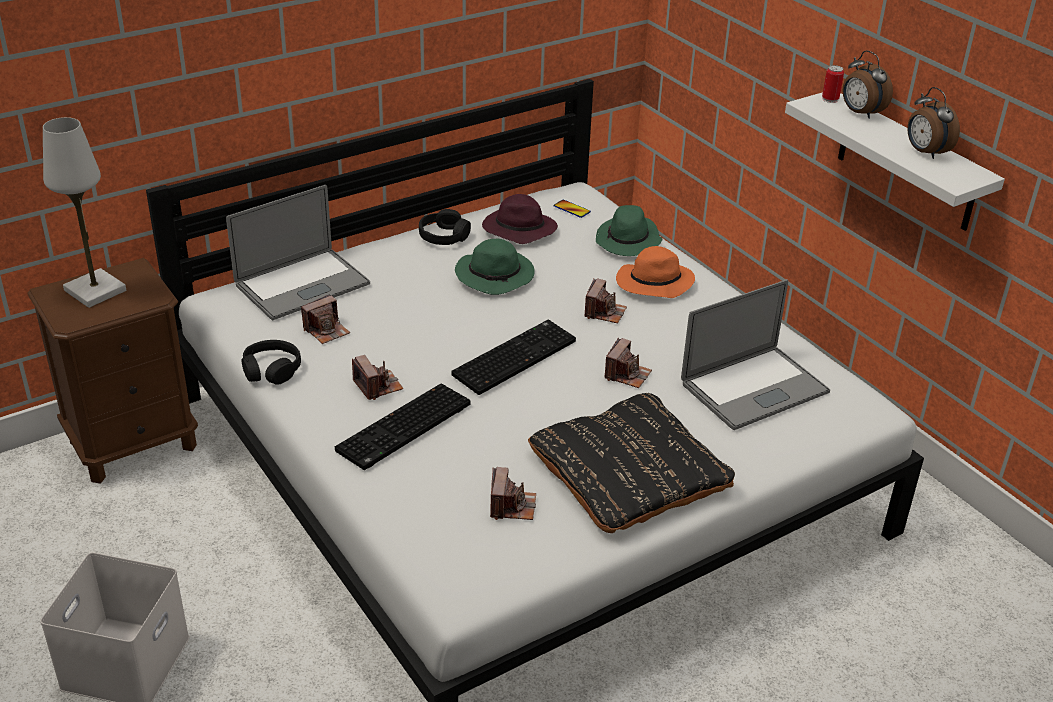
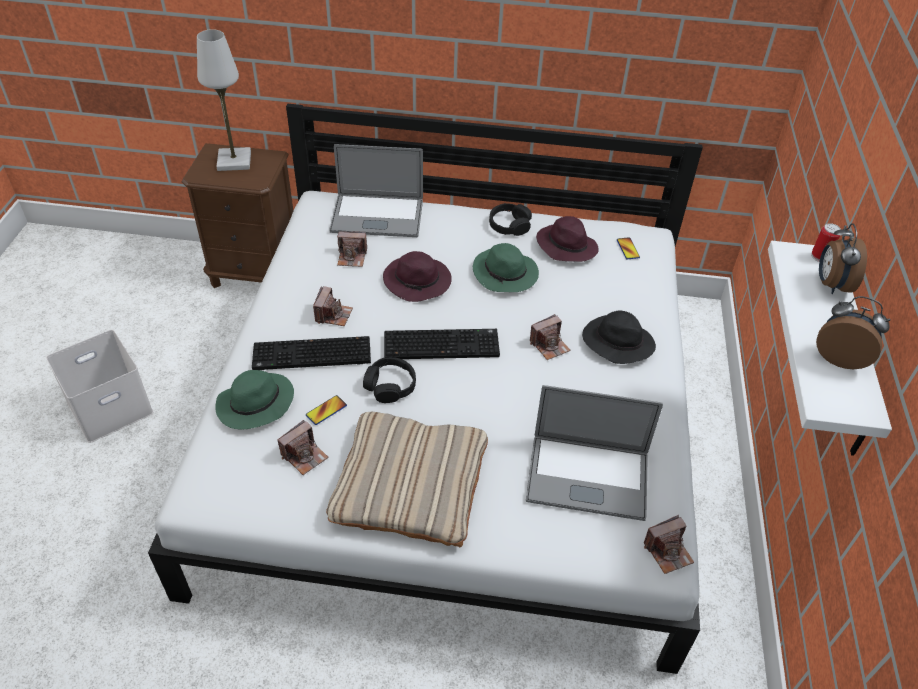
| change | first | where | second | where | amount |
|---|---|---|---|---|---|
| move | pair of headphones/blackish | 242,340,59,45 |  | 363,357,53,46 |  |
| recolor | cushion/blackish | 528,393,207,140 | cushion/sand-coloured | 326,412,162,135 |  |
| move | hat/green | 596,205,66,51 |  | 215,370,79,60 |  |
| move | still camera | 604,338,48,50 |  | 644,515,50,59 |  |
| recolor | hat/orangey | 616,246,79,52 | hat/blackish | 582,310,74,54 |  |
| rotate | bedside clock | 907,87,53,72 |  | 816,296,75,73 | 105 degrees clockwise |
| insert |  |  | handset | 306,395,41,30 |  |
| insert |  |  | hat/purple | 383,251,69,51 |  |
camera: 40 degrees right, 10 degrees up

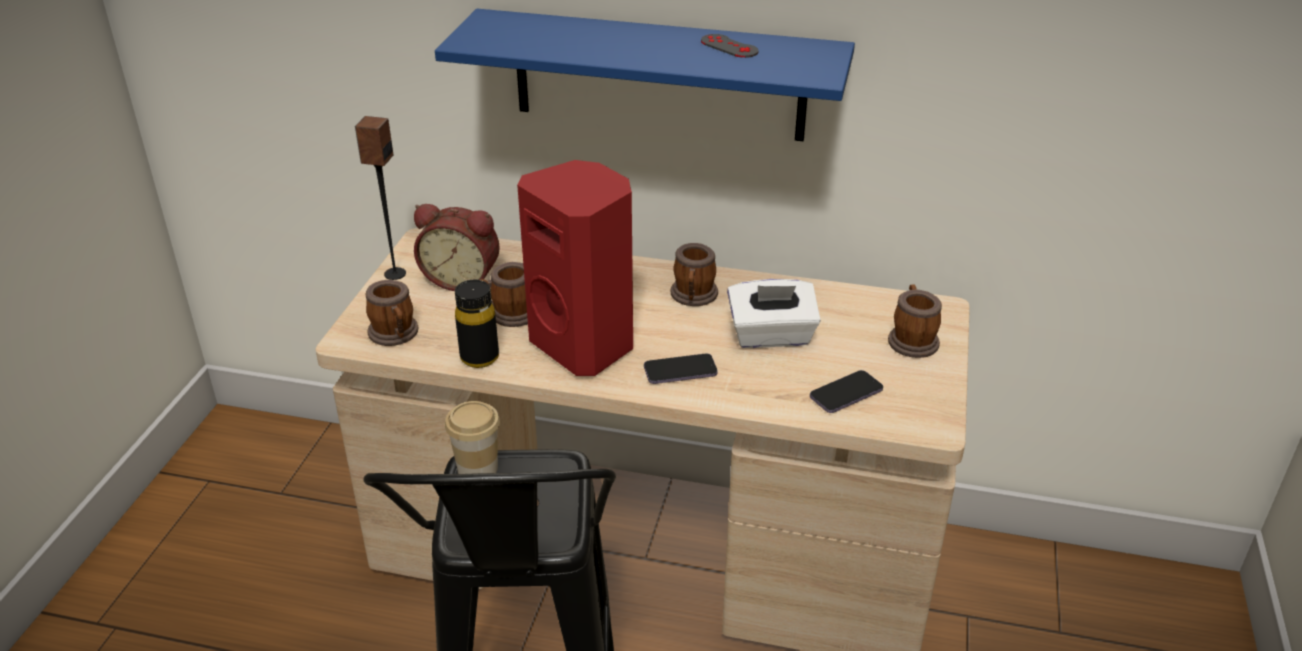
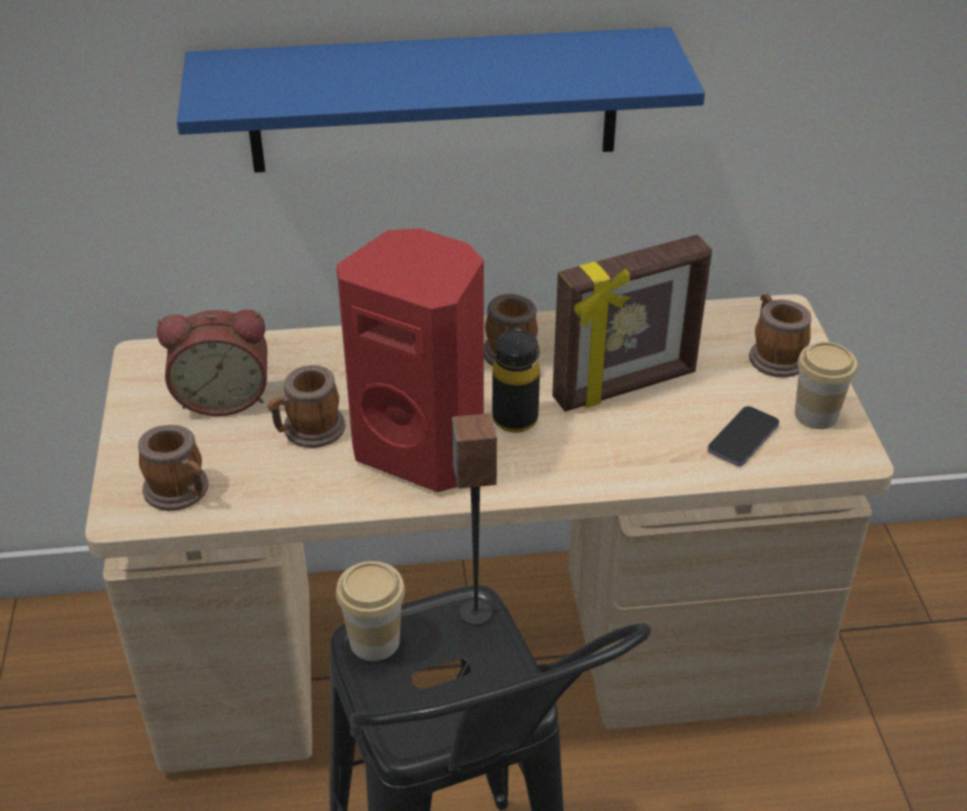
| change | first | where | second | where | amount |
|---|---|---|---|---|---|
| move | audio speaker | 355,116,51,164 |  | 452,413,45,212 |  |
| move | drink bottle/blackish | 455,280,44,88 |  | 492,330,48,103 |  |
| delete | handset | 644,354,74,30 |  |  |  |
| delete | gamepad/gray | 701,34,58,24 |  |  |  |
| replace | tissue box/white-coloured | 727,279,94,69 | standing frame | 552,235,160,177 |  |
| insert |  |  | cup | 795,342,62,87 |  |
camera: 20 degrees left, 5 degrees up

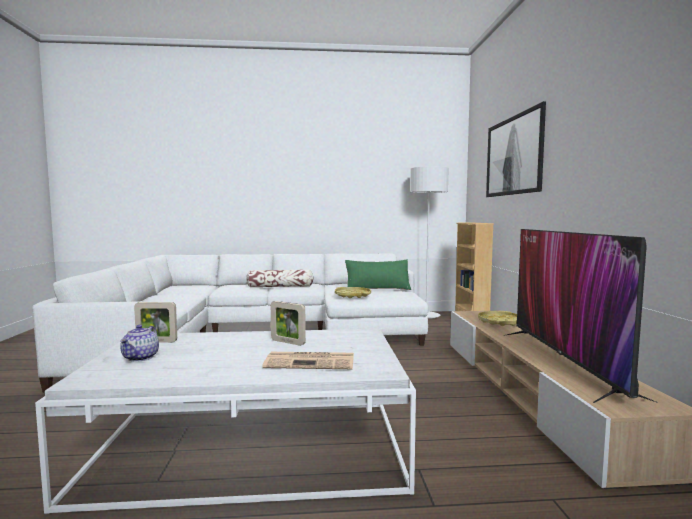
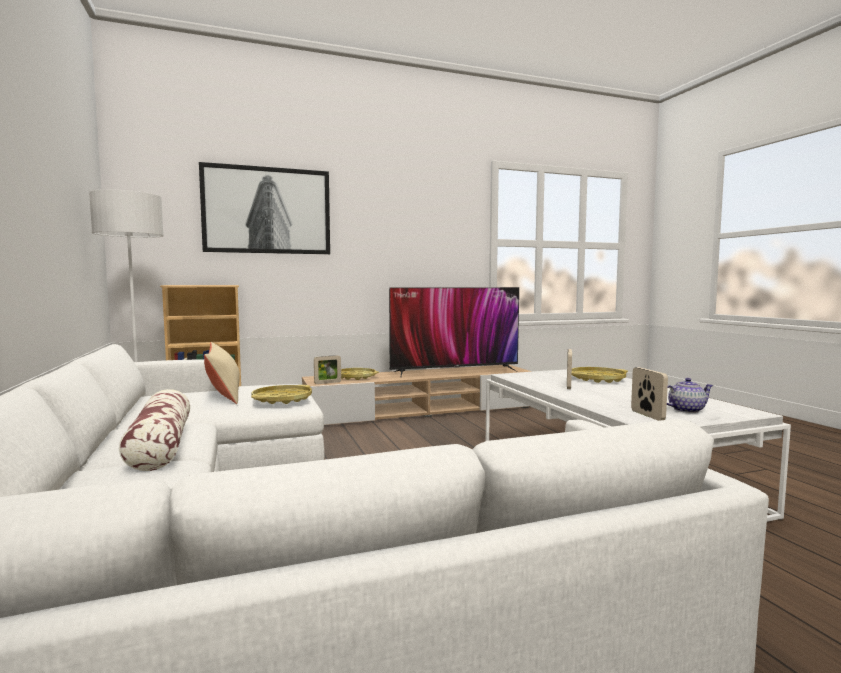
| change | first | where | second | where | amount |
|---|---|---|---|---|---|
| replace | newspaper | 263,352,91,17 | serving tray/yellow-coloured | 572,367,56,16 |  |
| recolor | cushion/green | 345,259,66,31 | cushion/sand-coloured | 204,342,36,62 |  |
| insert |  |  | standing frame | 314,355,27,29 |  |
camera: 105 degrees left, 0 degrees up

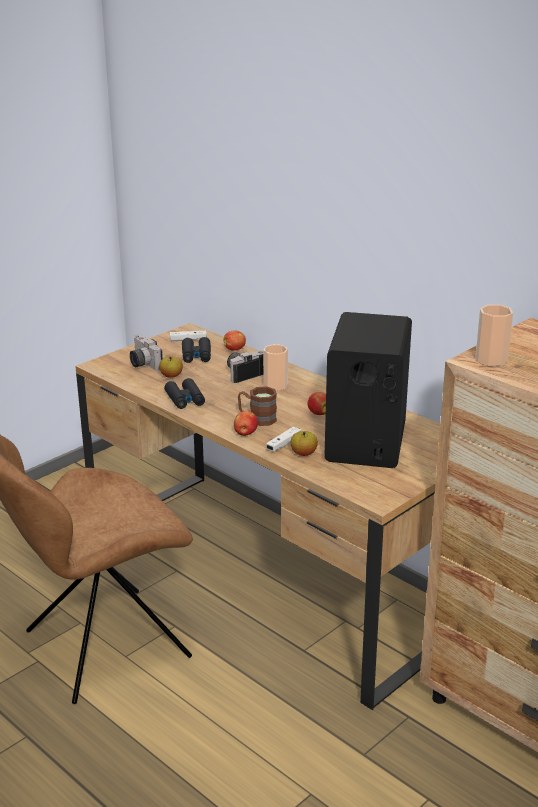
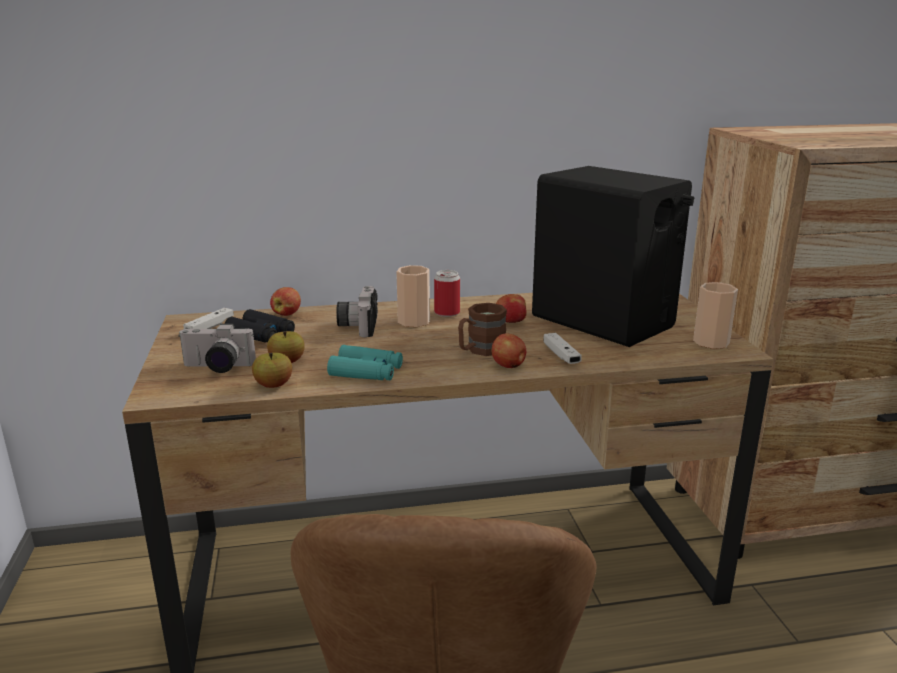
| change | first | where | second | where | amount |
|---|---|---|---|---|---|
| recolor | binoculars/blackish | 164,378,41,31 | binoculars/turquoise-coloured | 327,345,76,35 |  |
| move | whole apple | 291,431,27,25 |  | 252,353,40,35 |  |
| move | cup | 476,305,37,61 |  | 693,282,45,67 |  |
| insert |  |  | sealed can | 434,270,26,47 |  |
camera: 55 degrees left, 5 degrees down

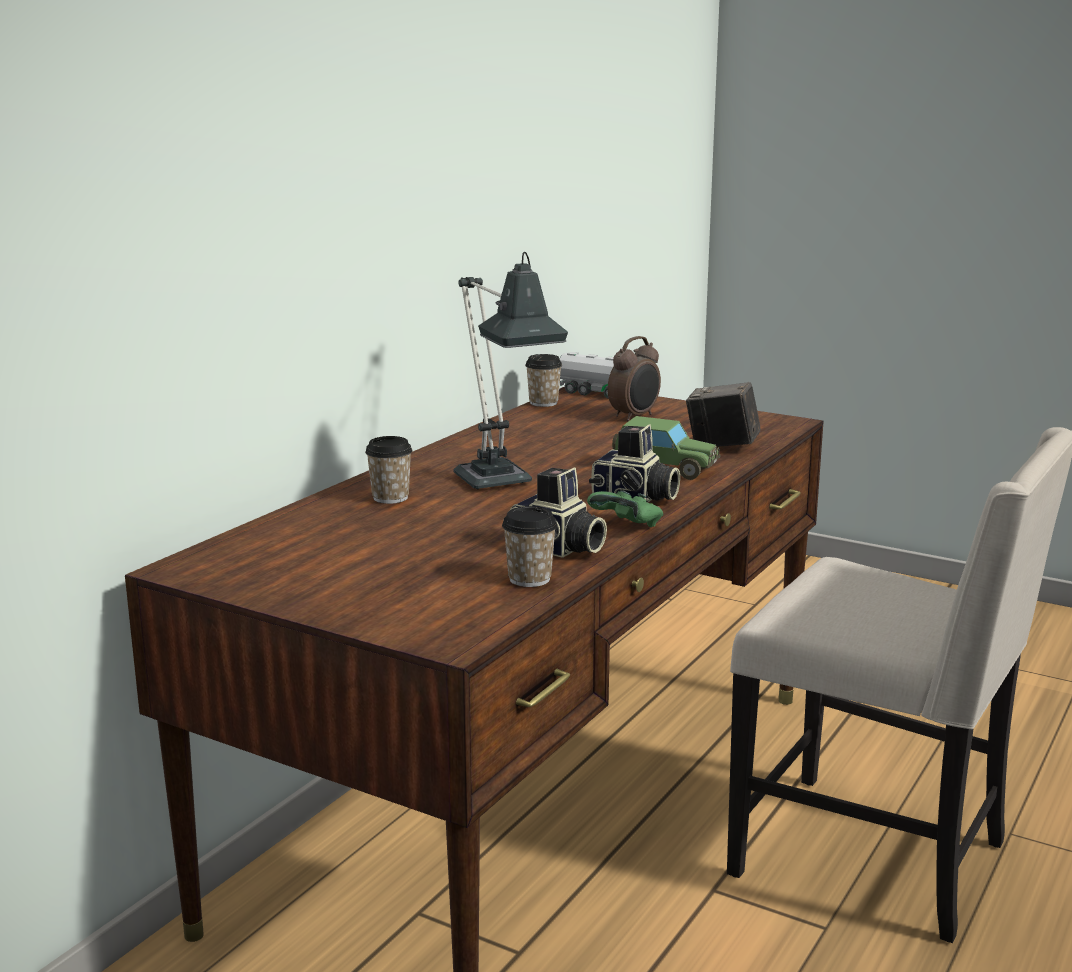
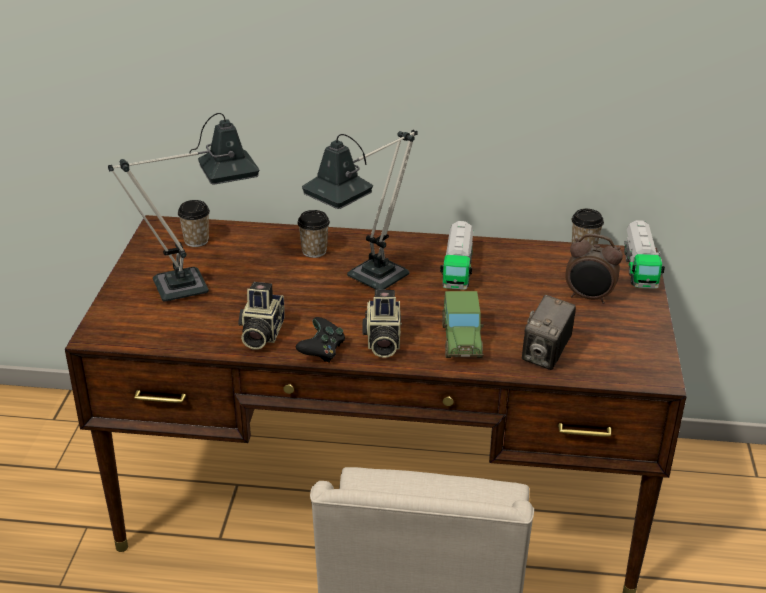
| change | first | where | second | where | amount |
|---|---|---|---|---|---|
| move | cup | 502,506,55,81 |  | 178,200,32,47 |  |
| recolor | gamepad/green | 587,490,76,37 | gamepad/blackish | 296,317,49,46 |  |
| rotate | still camera | 686,382,74,65 |  | 522,295,54,75 | 150 degrees counterclockwise |
| insert |  |  | lamp for a table | 108,113,151,189 |  |
| insert |  |  | model truck | 440,221,33,69 |  |
camera: 65 degrees right, 15 degrees up

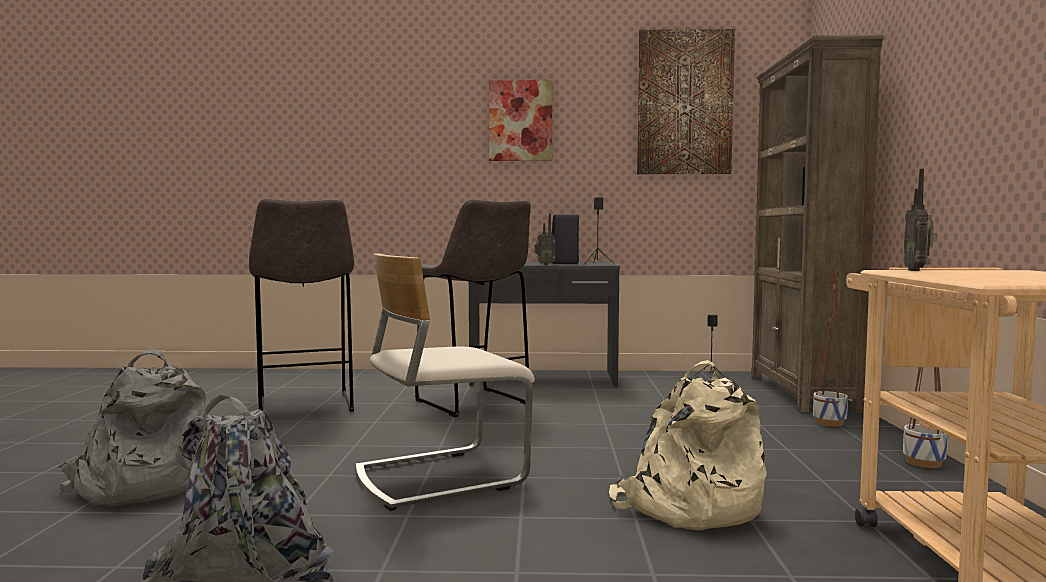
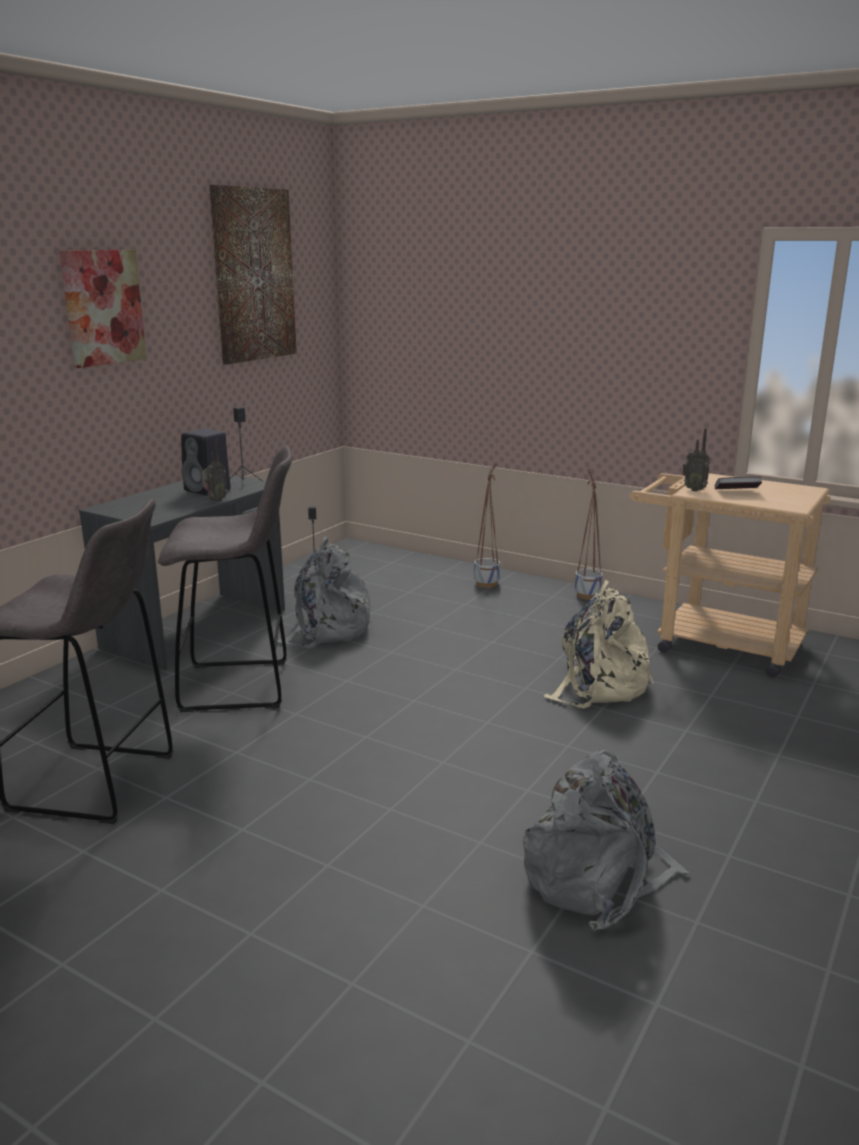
| change | first | where | second | where | amount |
|---|---|---|---|---|---|
| move | knapsack/gray | 58,350,148,157 |  | 277,536,94,112 |  |
| delete | chair/sand-coloured | 356,253,179,258 |  |  |  |
| delete | bookshelf/brown-coloured | 751,35,133,378 |  |  |  |
| insert |  |  | volume | 715,477,47,12 |  |
camera: 60 degrees left, 15 degrees up

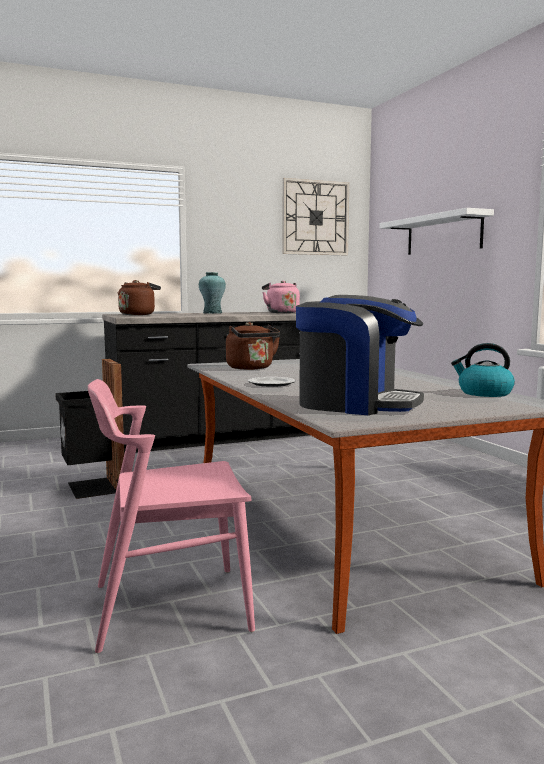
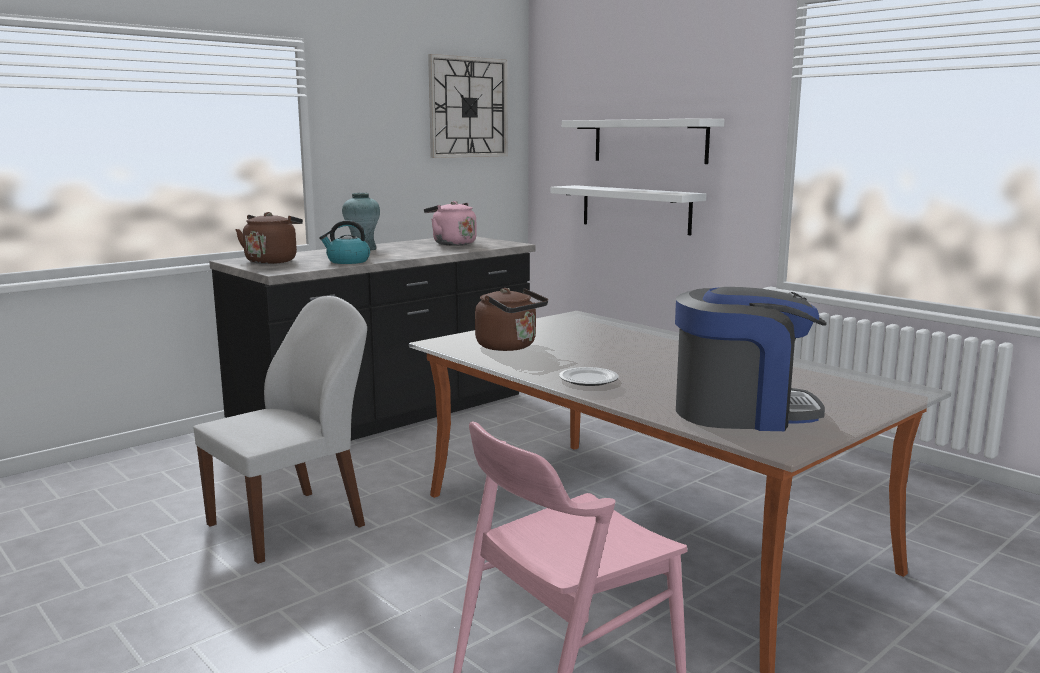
| change | first | where | second | where | amount |
|---|---|---|---|---|---|
| replace | rubbish bin/blackish | 55,359,69,140 | chair/white-coloured | 194,296,173,268 |  |
| move | kettle | 451,343,64,54 |  | 319,220,51,44 |  |
| insert |  |  | shelf/white-coloured | 551,185,155,50 |  |
camera: 20 degrees left, 5 degrees up

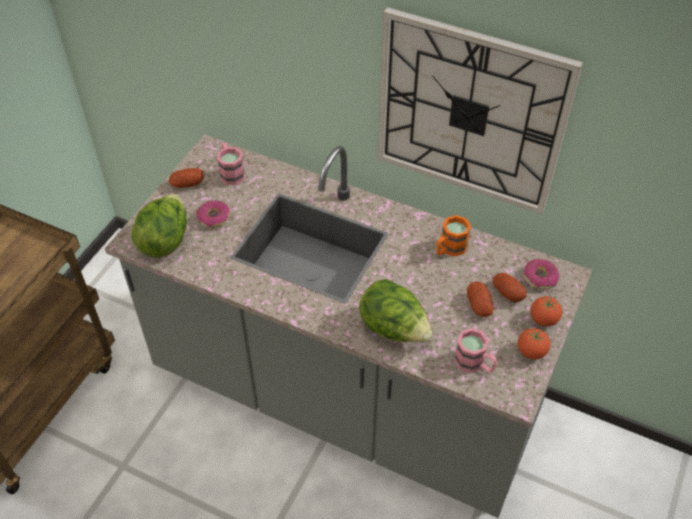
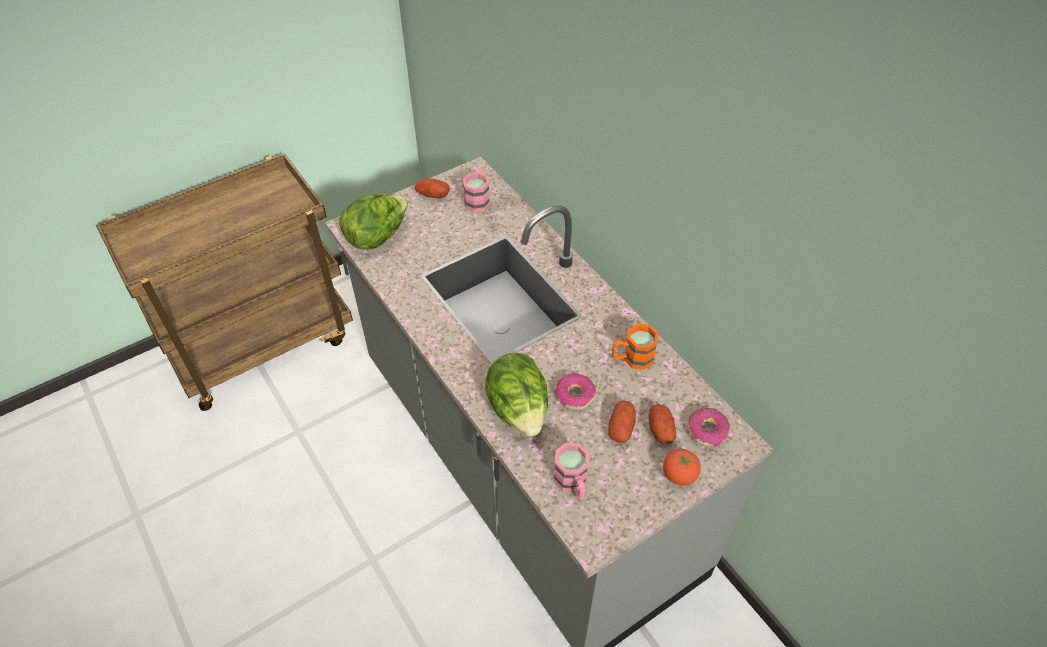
| change | first | where | second | where | amount |
|---|---|---|---|---|---|
| move | donut | 196,200,34,28 |  | 555,374,41,36 |  |
| delete | hanging clock | 378,7,205,207 |  |  |  |
| delete | fresh tomato | 518,328,32,31 |  |  |  |
camera: 30 degrees right, 0 degrees up

